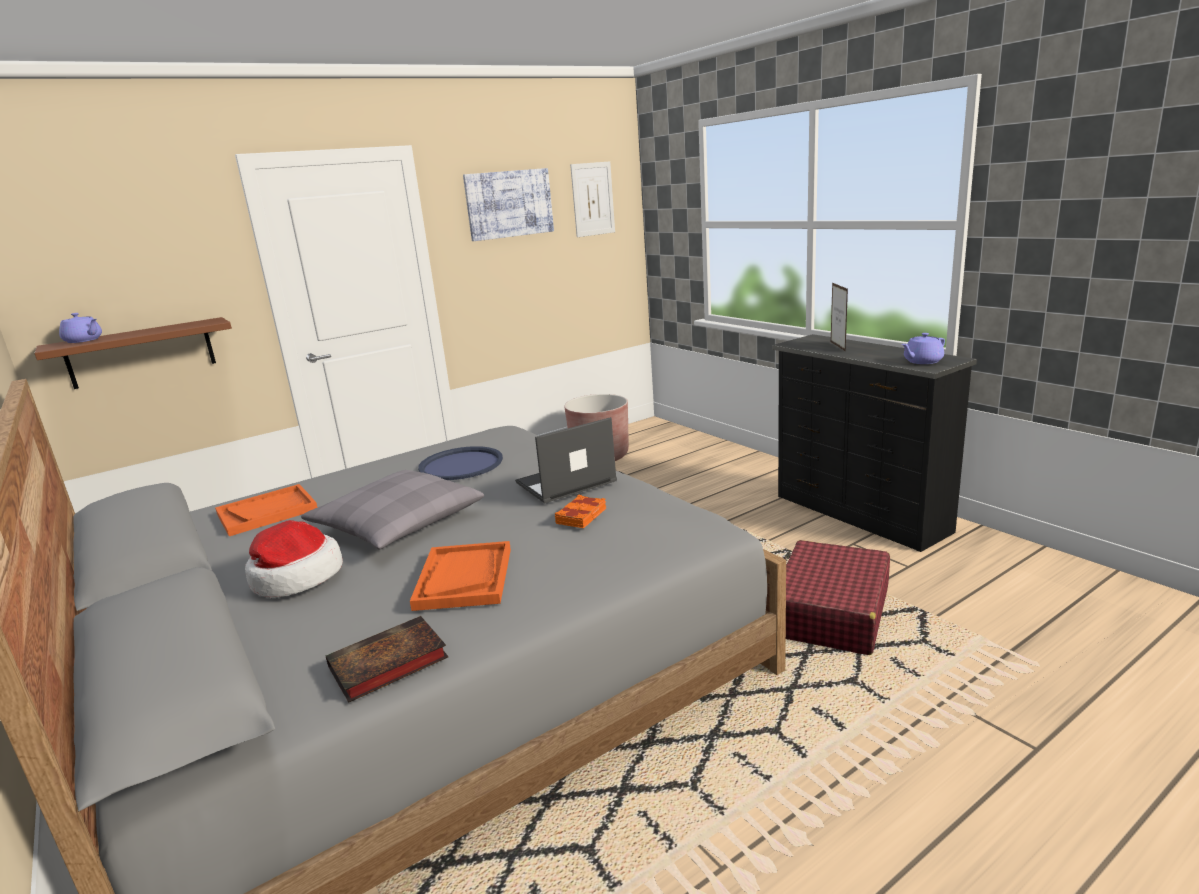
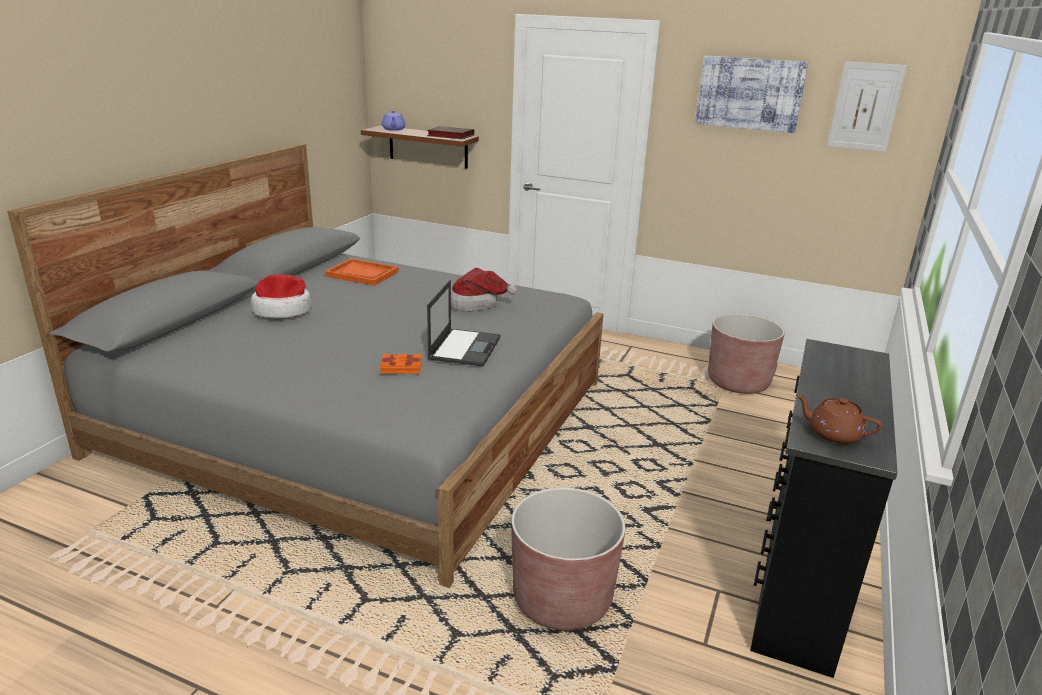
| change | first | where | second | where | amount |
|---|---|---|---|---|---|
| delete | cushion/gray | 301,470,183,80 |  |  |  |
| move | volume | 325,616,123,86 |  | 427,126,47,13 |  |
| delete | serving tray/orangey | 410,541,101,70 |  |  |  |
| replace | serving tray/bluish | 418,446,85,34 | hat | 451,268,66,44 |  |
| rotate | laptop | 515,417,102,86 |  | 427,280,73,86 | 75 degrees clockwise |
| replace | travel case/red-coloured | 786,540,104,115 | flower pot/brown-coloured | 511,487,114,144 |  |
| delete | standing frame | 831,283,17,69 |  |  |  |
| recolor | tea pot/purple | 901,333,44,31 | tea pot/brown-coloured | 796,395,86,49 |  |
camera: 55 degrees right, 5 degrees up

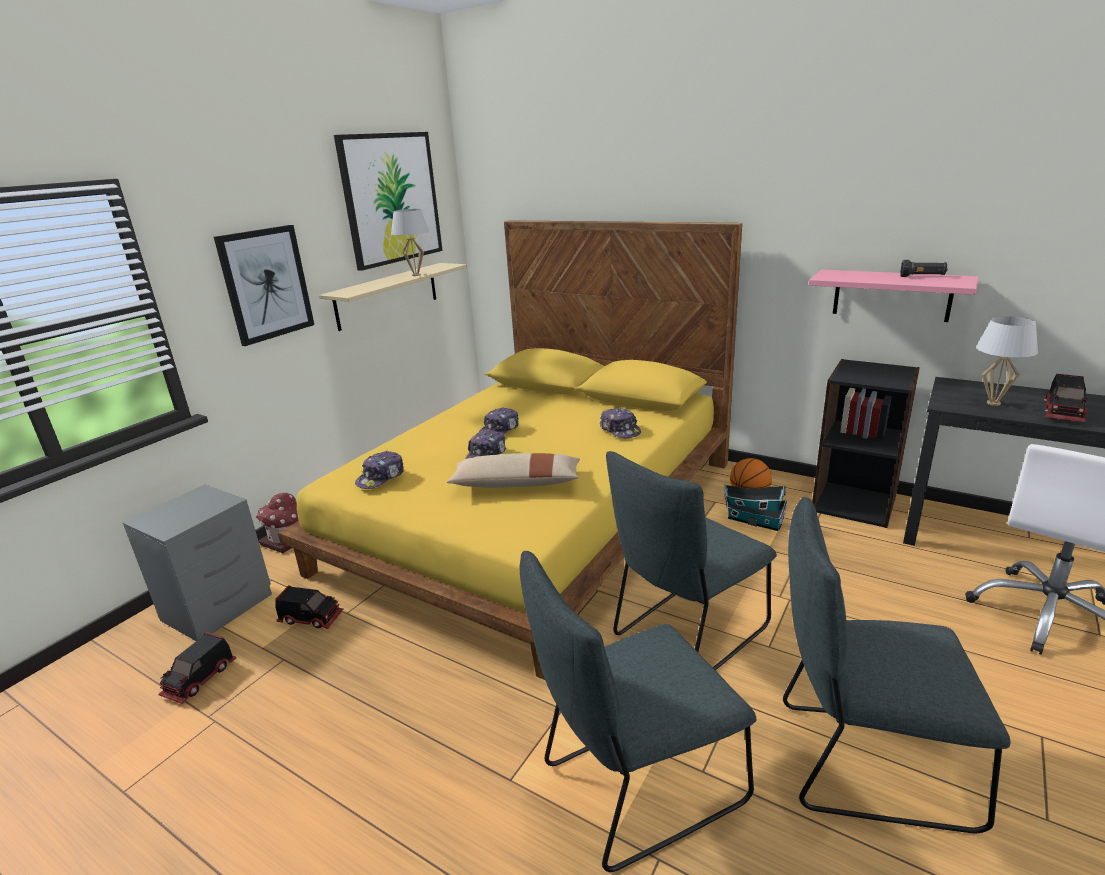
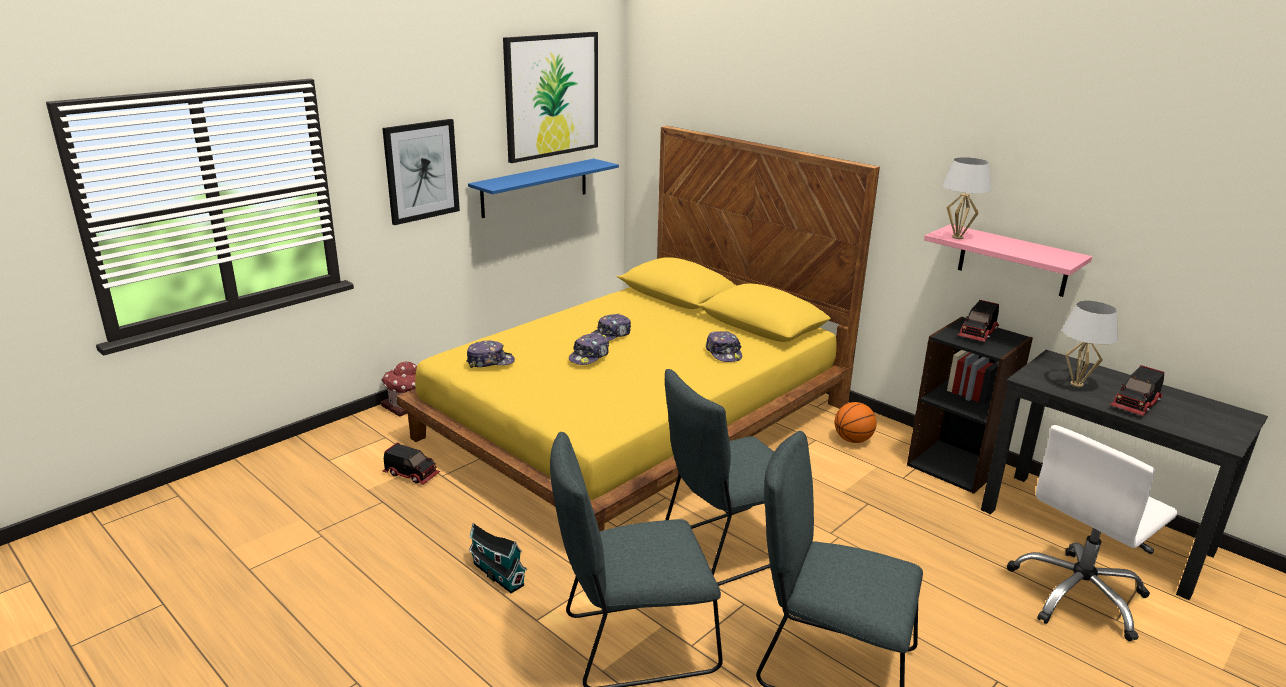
| change | first | where | second | where | amount |
|---|---|---|---|---|---|
| delete | nightstand/gray | 123,485,149,156 |  |  |  |
| move | model truck | 158,632,78,72 |  | 957,300,42,42 |  |
| recolor | shelf/sand-coloured | 319,263,148,68 | shelf/bluish | 468,159,151,59 |  |
| rotate | cap | 355,451,49,38 |  | 467,340,48,28 | 150 degrees counterclockwise |
| move | lamp for a table/white-coloured | 391,209,38,67 |  | 942,157,50,82 |  |
| delete | cushion/sand-coloured | 447,453,133,35 |  |  |  |
| move | miniature house | 724,485,63,46 |  | 469,522,58,71 |  |
| delete | hand torch/blackish | 900,260,48,17 |  |  |  |
camera: 10 degrees right, 0 degrees up

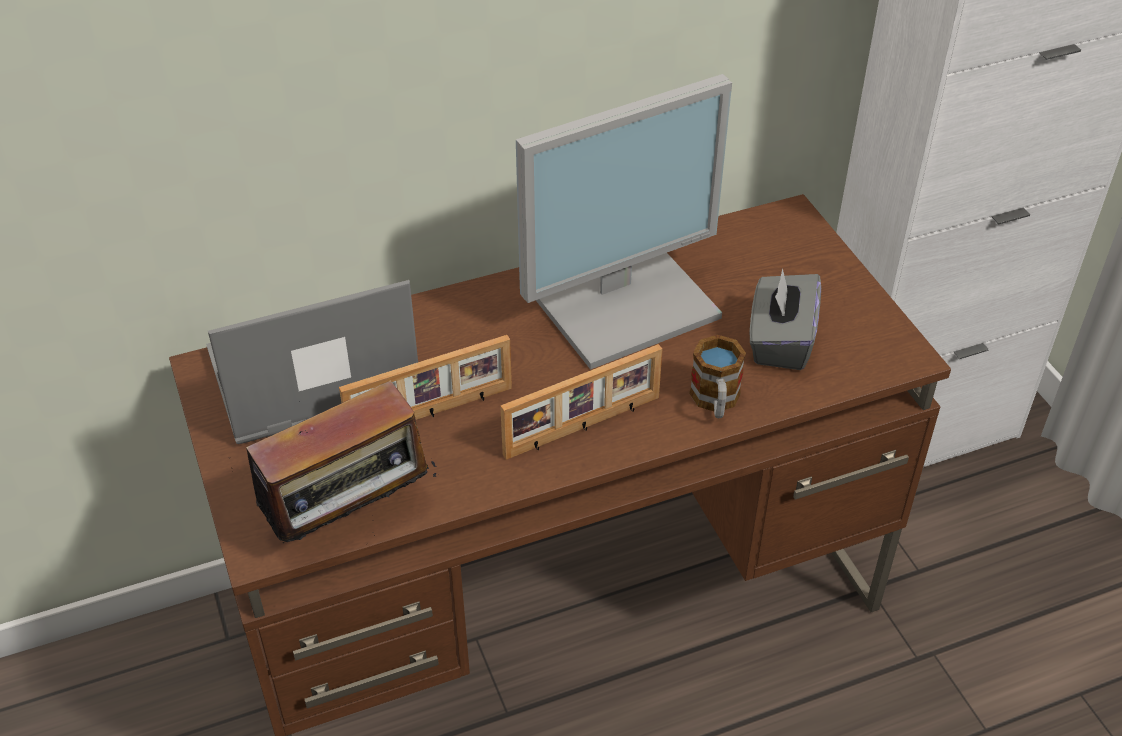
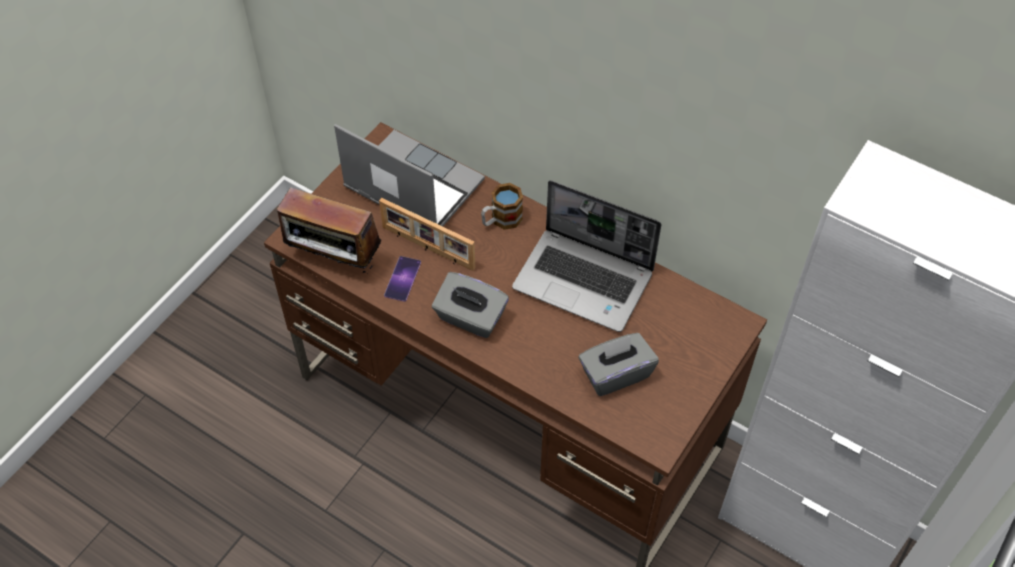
| change | first | where | second | where | amount |
|---|---|---|---|---|---|
| replace | standing frame | 500,344,162,116 | tissue box/gray | 432,272,77,66 |  |
| replace | computer screen | 516,74,216,296 | laptop | 512,180,150,152 |  |
| move | tea mug | 689,335,57,83 |  | 481,183,42,47 |  |
| insert |  |  | handset | 384,256,37,46 |  |
camera: 55 degrees right, 10 degrees up

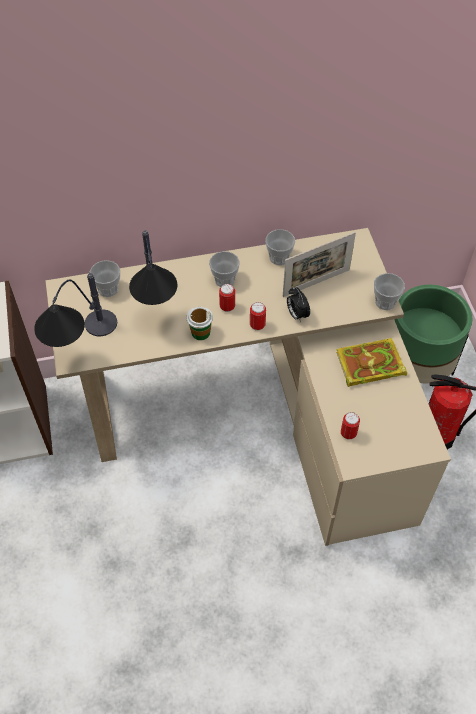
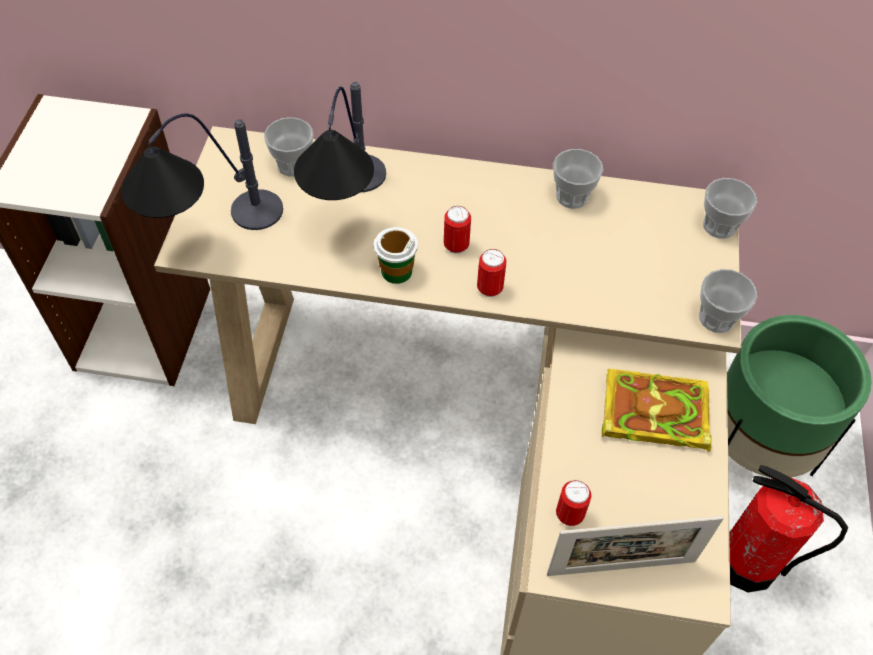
| change | first | where | second | where | amount |
|---|---|---|---|---|---|
| move | cup | 209,251,31,36 |  | 703,178,54,61 |  |
| move | standing frame | 283,232,73,65 |  | 547,516,177,60 |  |
| delete | bedside clock | 287,287,23,35 |  |  |  |
camera: 20 degrees right, 0 degrees up

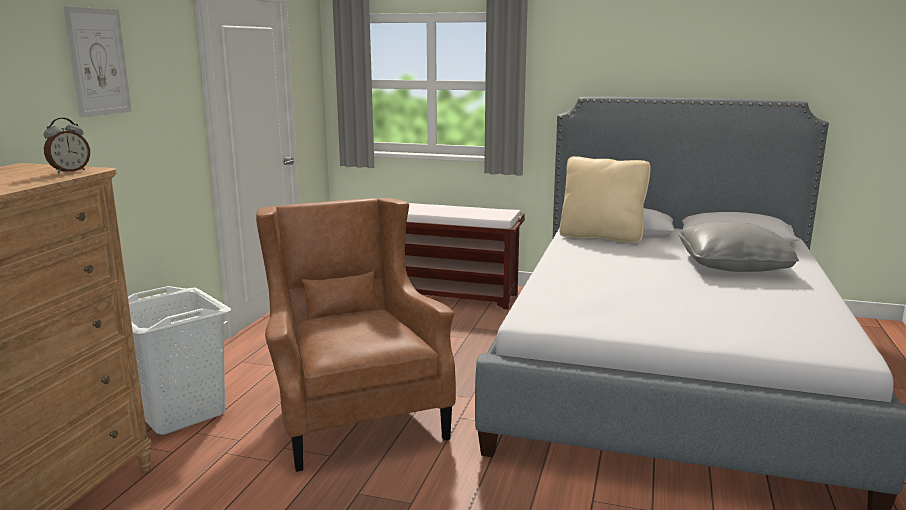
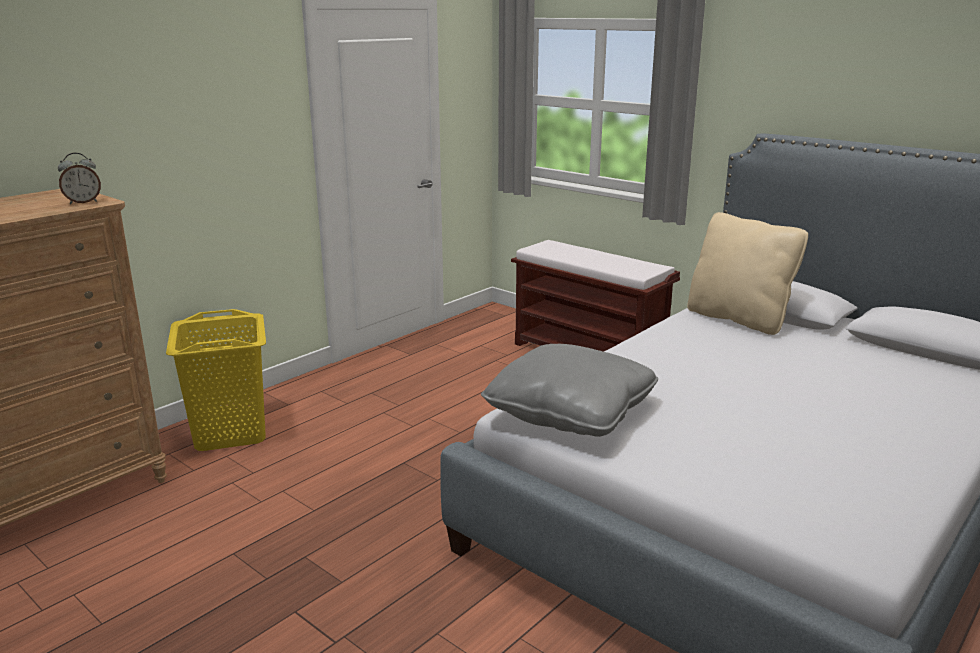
| change | first | where | second | where | amount |
|---|---|---|---|---|---|
| delete | wall art | 63,6,69,112 |  |  |  |
| recolor | washing basket/white-coloured | 128,286,103,149 | washing basket/yellow-coloured | 166,309,100,142 |  |
| delete | armchair/brown-coloured | 256,198,200,274 |  |  |  |
| move | cushion/gray | 679,222,120,50 |  | 481,344,177,93 |  |
camera: 25 degrees right, 5 degrees up

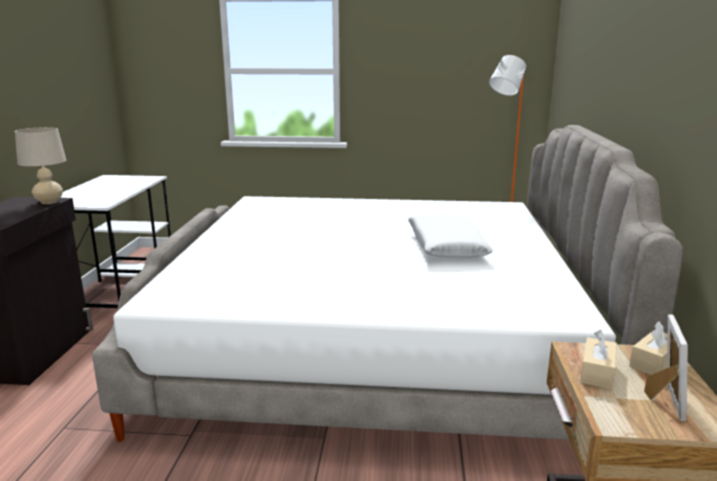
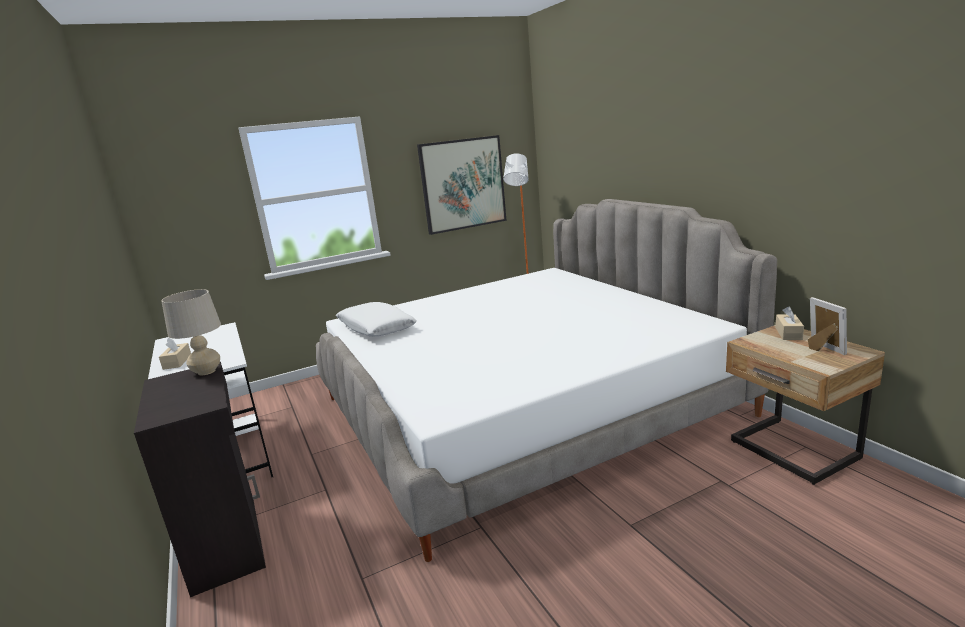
| change | first | where | second | where | amount |
|---|---|---|---|---|---|
| move | cushion/white-coloured | 408,213,85,44 |  | 336,302,81,35 |  |
| move | tissue box/sand-coloured | 580,330,37,59 |  | 159,338,32,32 |  |
| insert |  |  | wall art | 417,135,90,100 |  |
camera: 30 degrees left, 0 degrees up

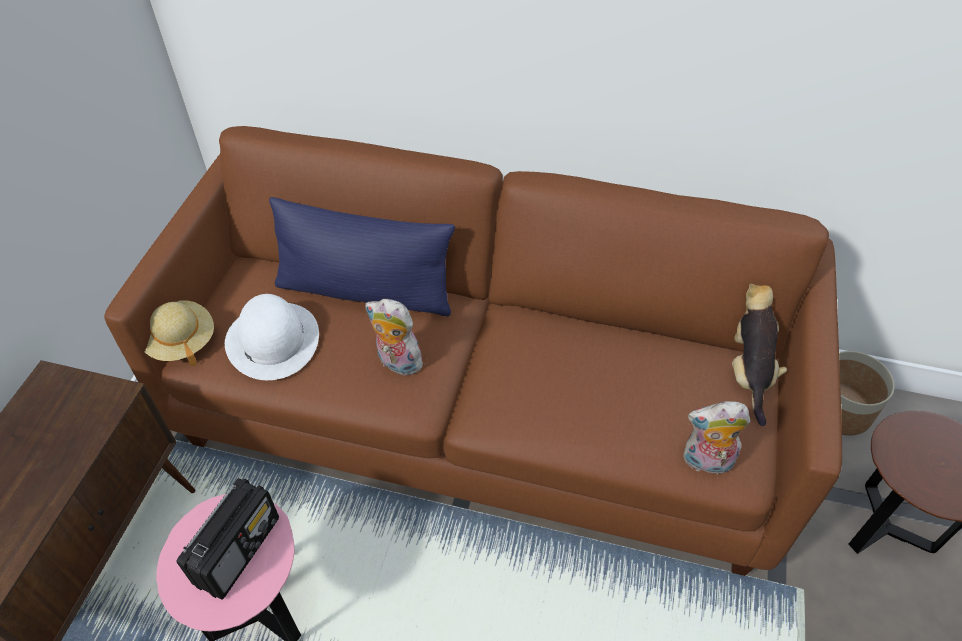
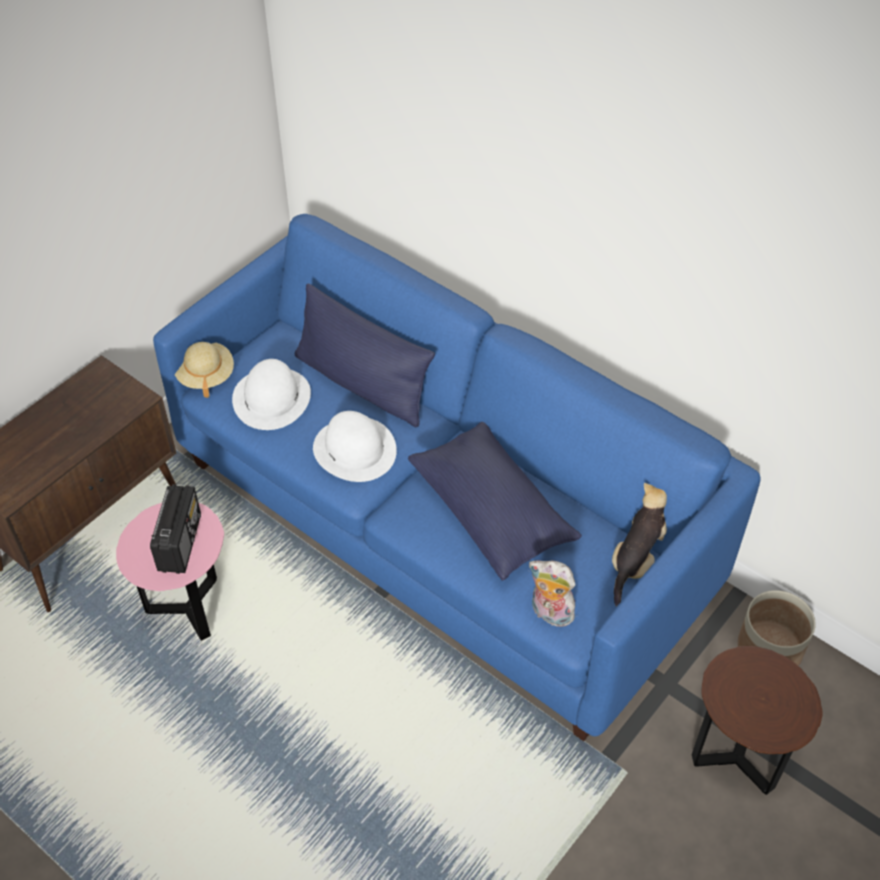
| change | first | where | second | where | amount |
|---|---|---|---|---|---|
| recolor | settee/brown-coloured | 104,126,738,450 | settee/bluish | 153,214,608,527 |  |
| rotate | radio set | 176,478,103,122 |  | 150,484,51,90 | 45 degrees counterclockwise |
| replace | soft toy | 365,299,58,76 | hat/white-coloured | 313,411,84,71 |  |
| insert |  |  | cushion/bluish | 408,422,174,159 |  |
camera: 25 degrees right, 0 degrees up

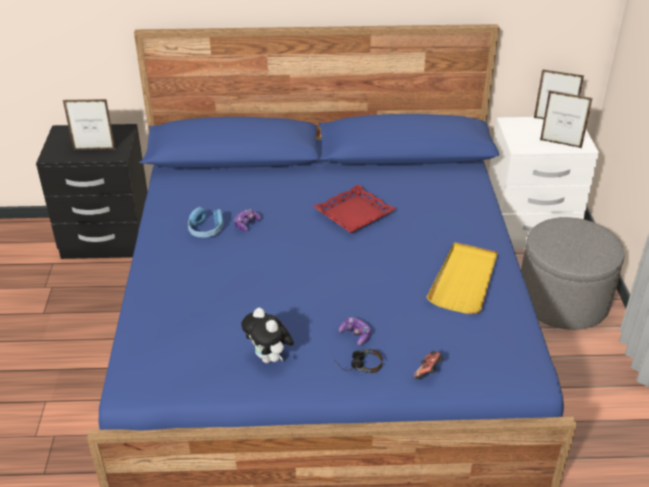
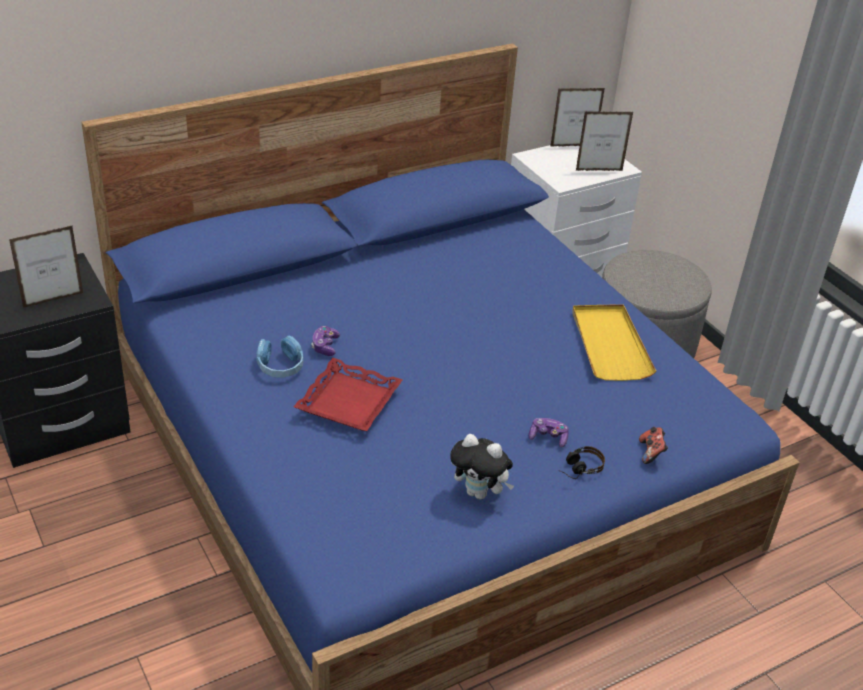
| change | first | where | second | where | amount |
|---|---|---|---|---|---|
| move | serving tray/red-coloured | 313,185,83,48 |  | 294,358,109,73 |  |
camera: 30 degrees left, 0 degrees up

